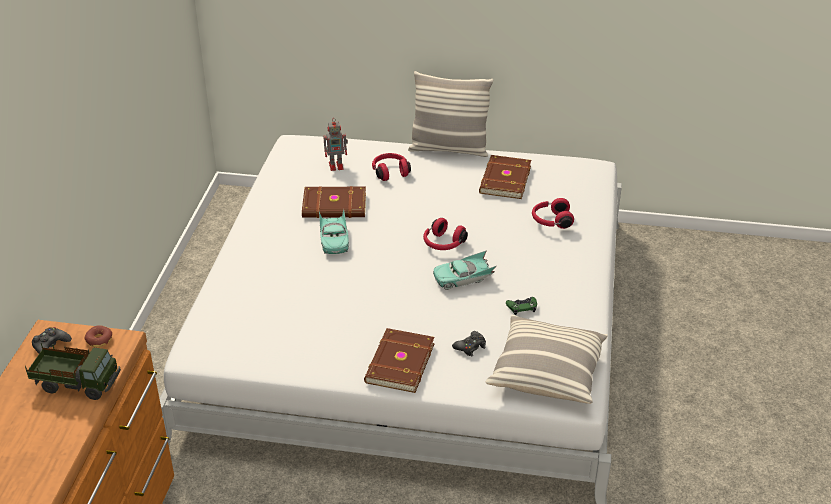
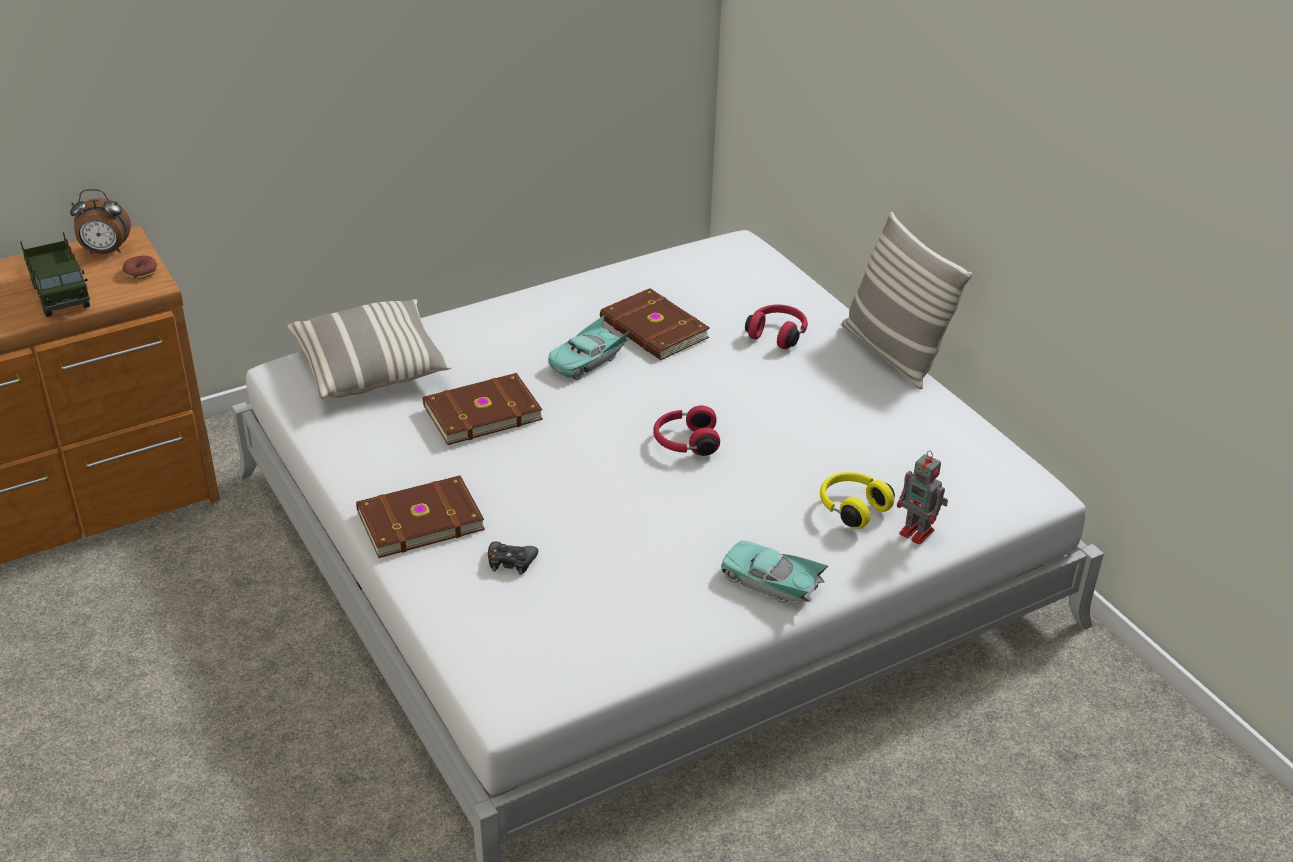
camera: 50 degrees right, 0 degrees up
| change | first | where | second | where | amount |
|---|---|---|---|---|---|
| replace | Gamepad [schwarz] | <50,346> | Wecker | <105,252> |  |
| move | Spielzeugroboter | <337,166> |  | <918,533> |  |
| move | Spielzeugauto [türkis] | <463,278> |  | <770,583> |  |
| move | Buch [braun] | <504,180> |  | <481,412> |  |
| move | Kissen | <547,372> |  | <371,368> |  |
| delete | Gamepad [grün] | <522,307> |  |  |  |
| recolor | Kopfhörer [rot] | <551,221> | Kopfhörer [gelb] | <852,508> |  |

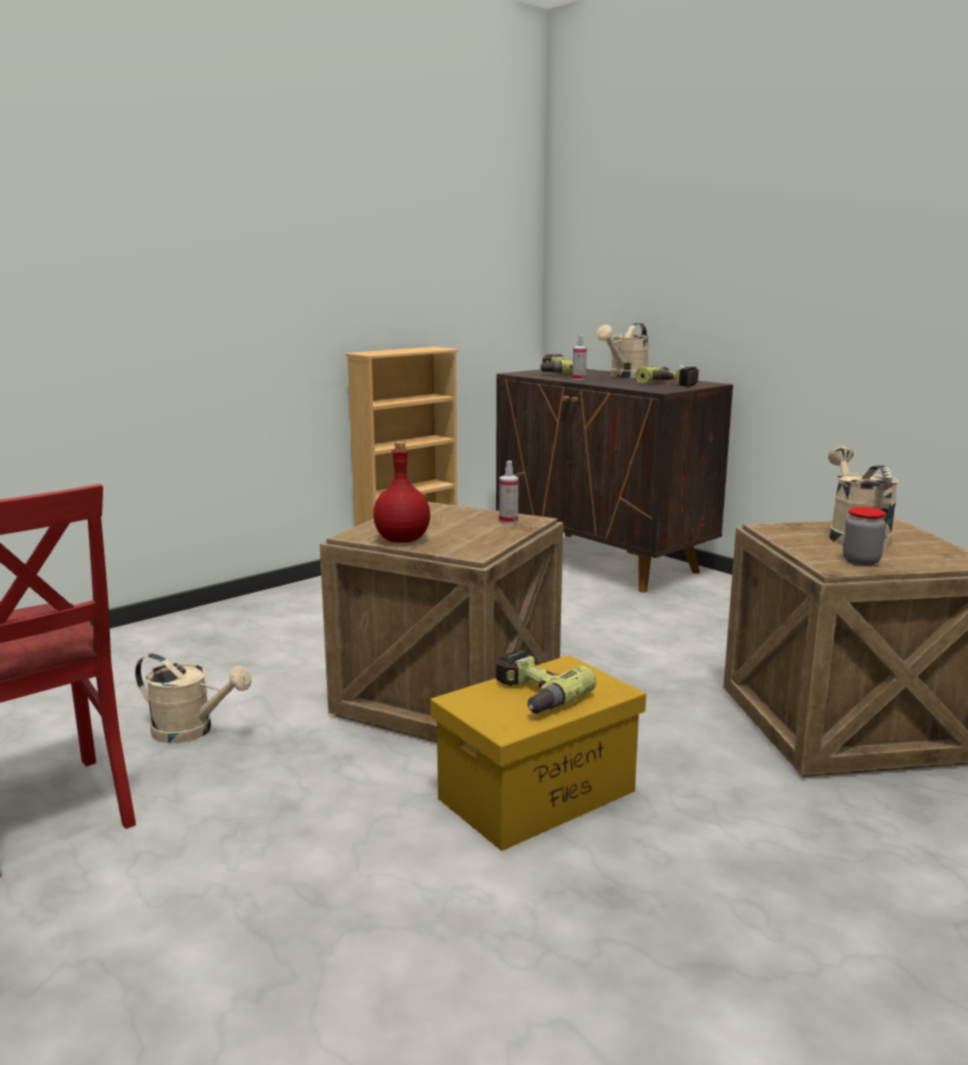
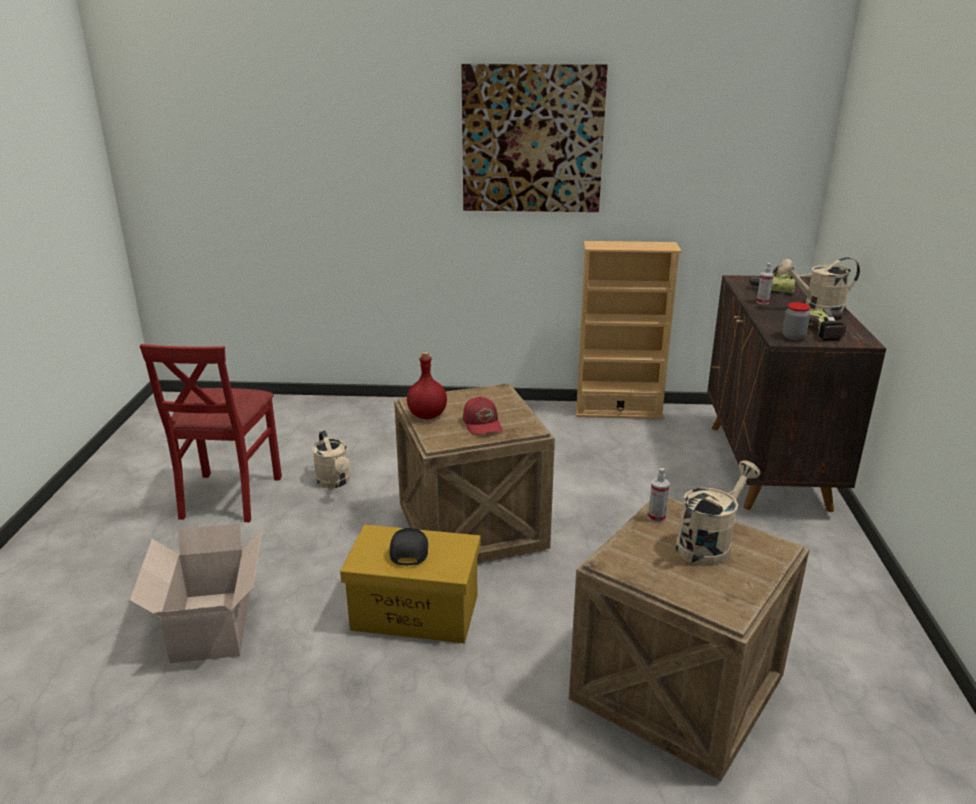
camera: 45 degrees right, 10 degrees up
| change | first | where | second | where | amount |
|---|---|---|---|---|---|
| replace | Bohrmaschine | <532,695> | Kappe [schwarz] | <408,550> |  |
| move | Sprühflasche | <508,521> |  | <656,517> |  |
| move | Vorratsglas | <861,561> |  | <793,337> |  |
| insert |  |  | Karton | <210,628> |  |
| insert |  |  | Bild | <532,139> |  |
| insert |  |  | Kappe [rot] | <483,424> |  |

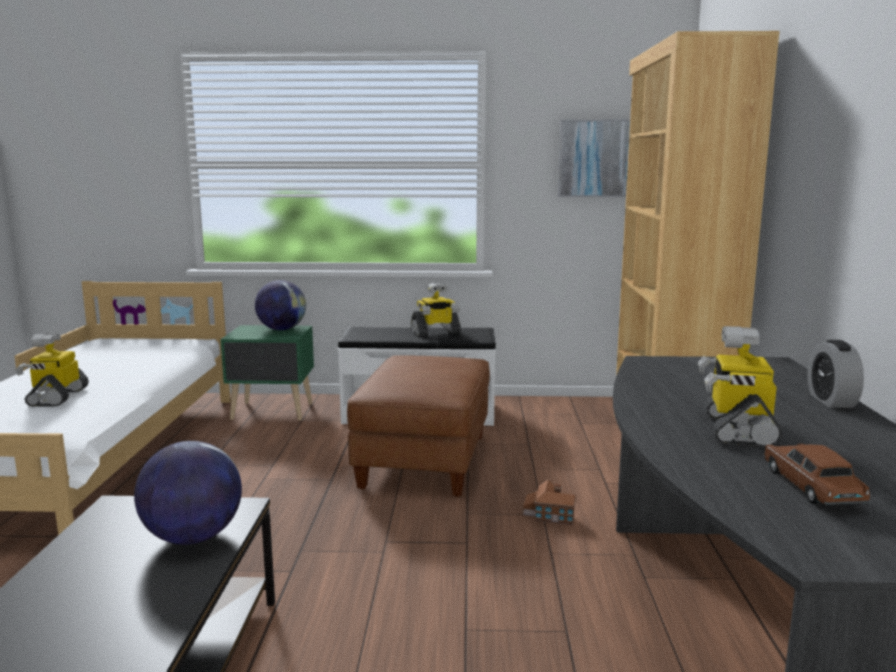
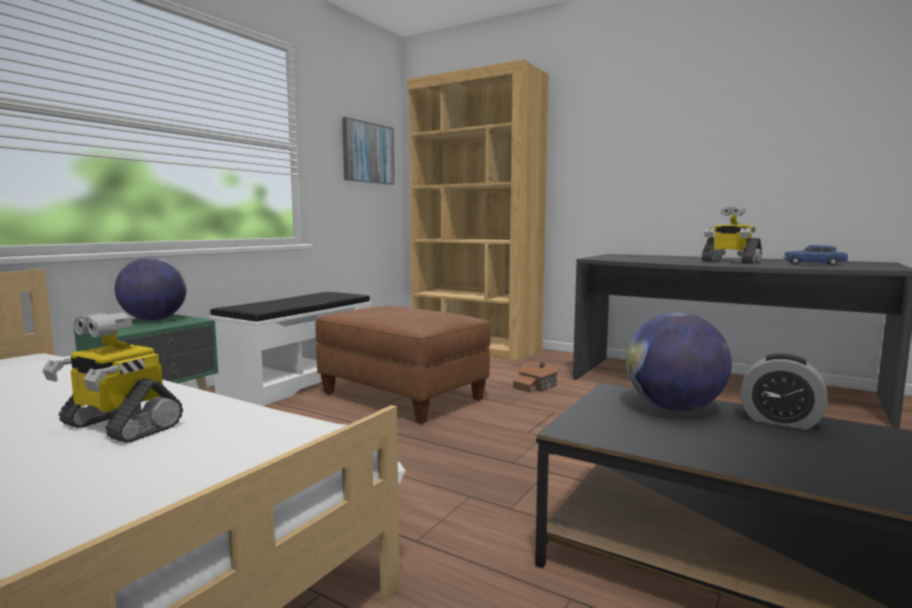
camera: 60 degrees left, 5 degrees down
| change | first | where | second | where | amount |
|---|---|---|---|---|---|
| delete | Spielzeugroboter | <435,333> |  |  |  |
| recolor | Spielzeugauto [braun] | <811,488> | Spielzeugauto [blau] | <814,264> |  |
| move | Wecker | <831,401> |  | <780,421> |  |

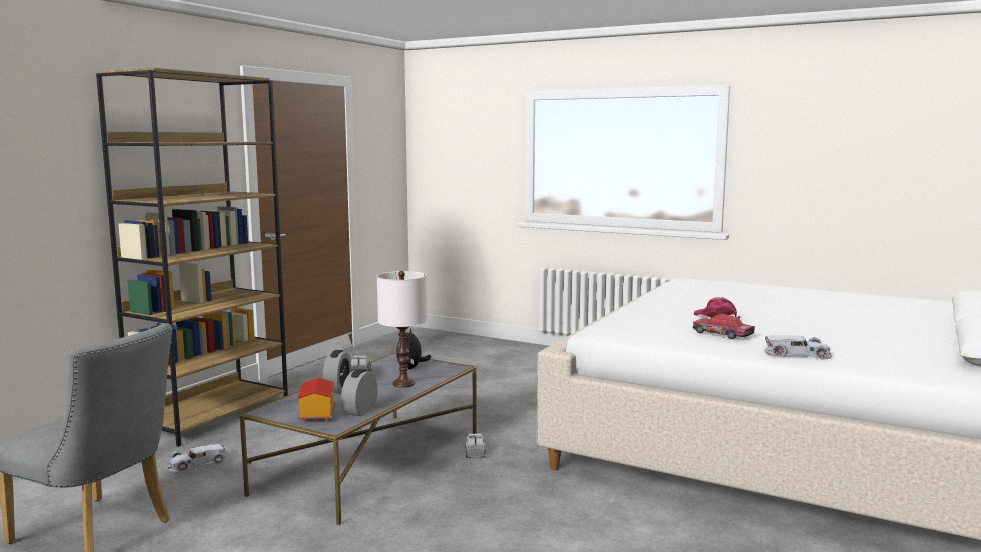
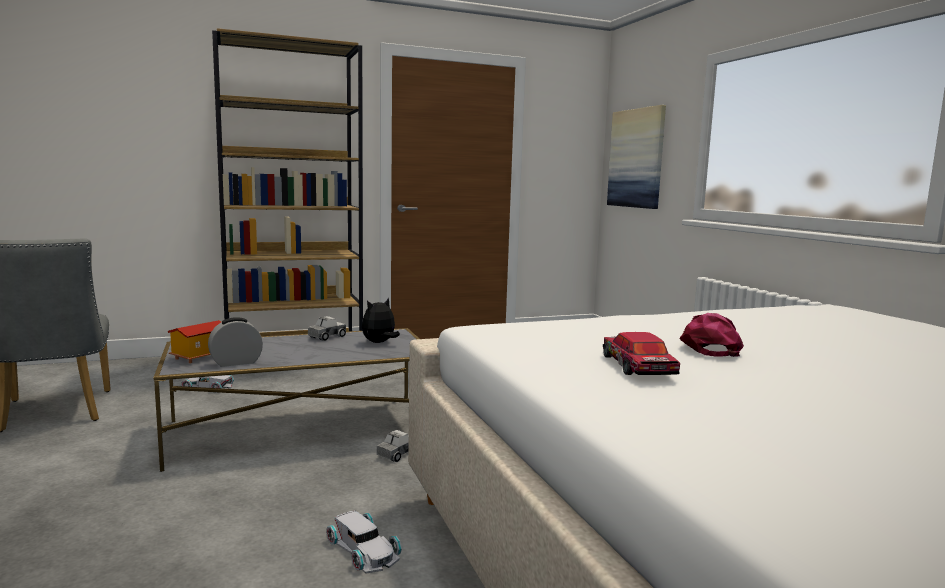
camera: 40 degrees right, 0 degrees up
| change | first | where | second | where | amount |
|---|---|---|---|---|---|
| delete | Wecker | <338,388> |  |  |  |
| delete | Tischlampe [weiß] | <403,384> |  |  |  |
| move | Spielzeugauto [weiß] | <797,354> |  | <362,549> |  |
| insert |  |  | Bild | <636,158> |  |

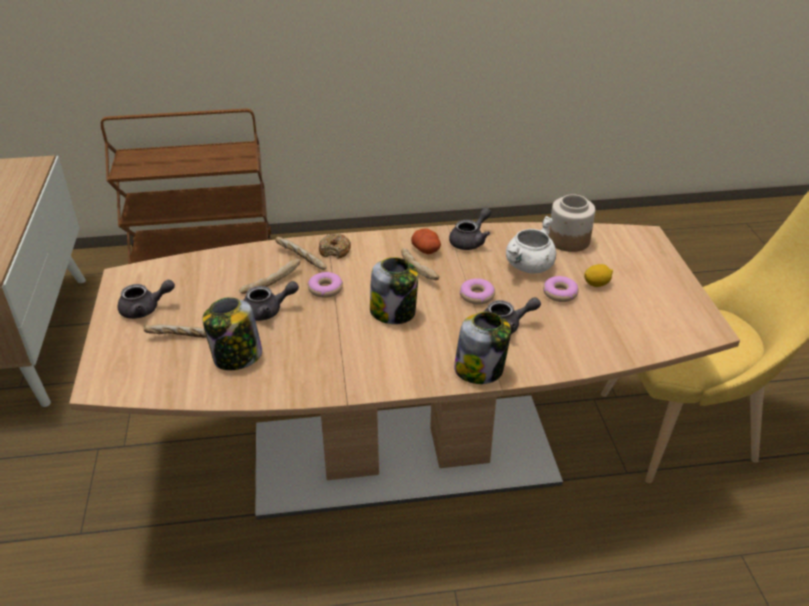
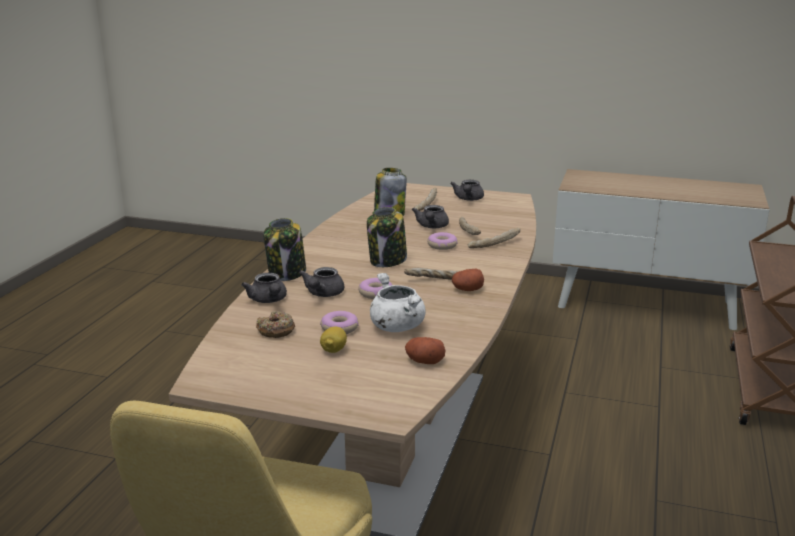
camera: 115 degrees right, 15 degrees down
| change | first | where | second | where | amount |
|---|---|---|---|---|---|
| move | Donut | <335,251> |  | <276,330> |  |
| move | Teekanne [grau] | <470,241> |  | <268,300> |  |
| replace | Vorratsglas | <568,240> | Kartoffel | <424,361> |  |

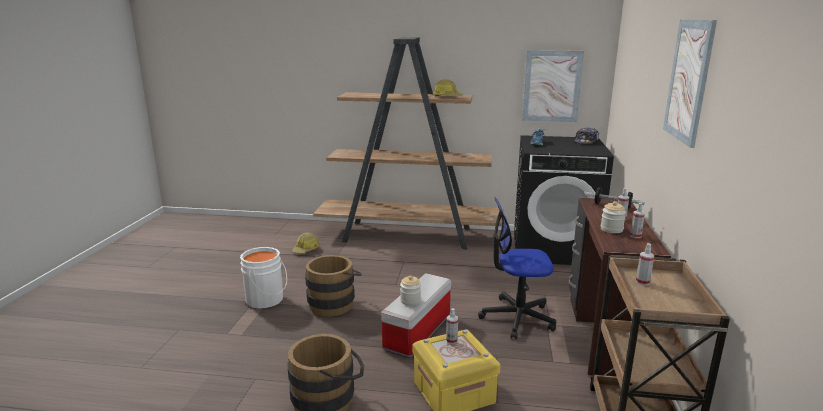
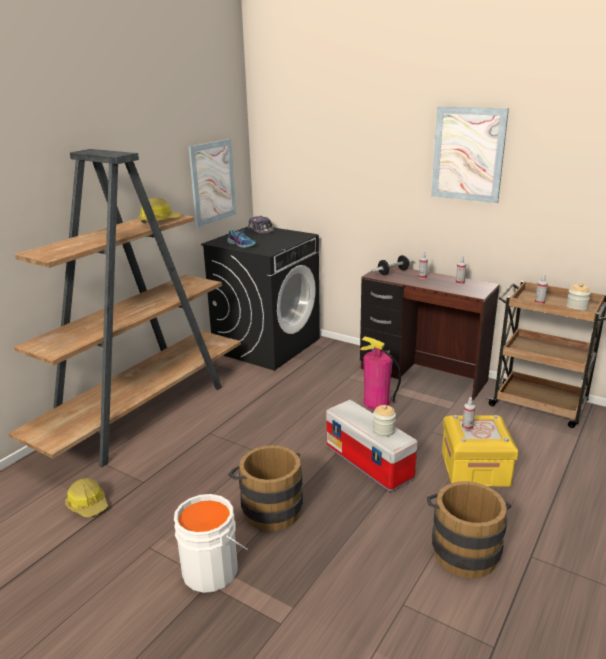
camera: 65 degrees left, 5 degrees up
| change | first | where | second | where | amount |
|---|---|---|---|---|---|
| replace | Bürostuhl | <517,317> | Feuerlöscher | <376,403> |  |
| move | Vorratsglas | <611,229> |  | <576,308> |  |

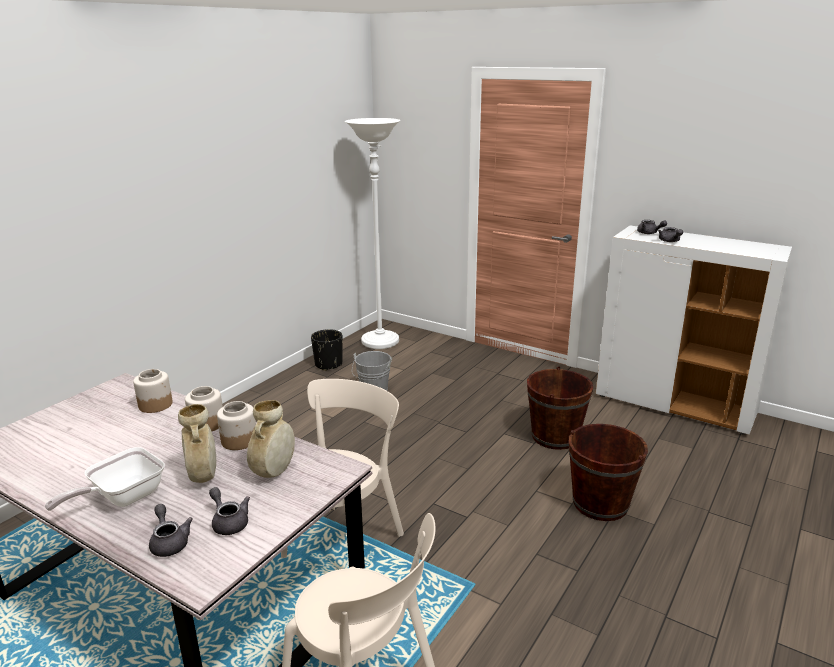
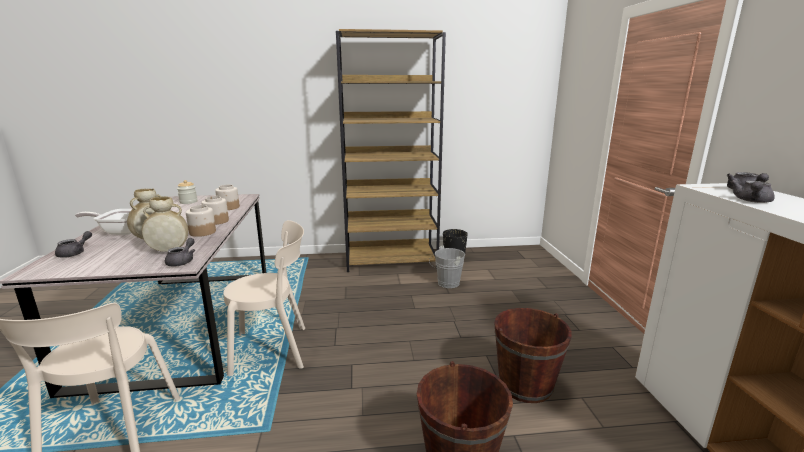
camera: 50 degrees right, 5 degrees down
| change | first | where | second | where | amount |
|---|---|---|---|---|---|
| move | Teekanne [grau] | <229,522> |  | <182,261> |  |
| delete | Stehlampe [weiß] | <380,342> |  |  |  |
| insert |  |  | Vorratsglas | <188,202> |  |
| insert |  |  | Bücherregal [braun] | <391,260> |  |

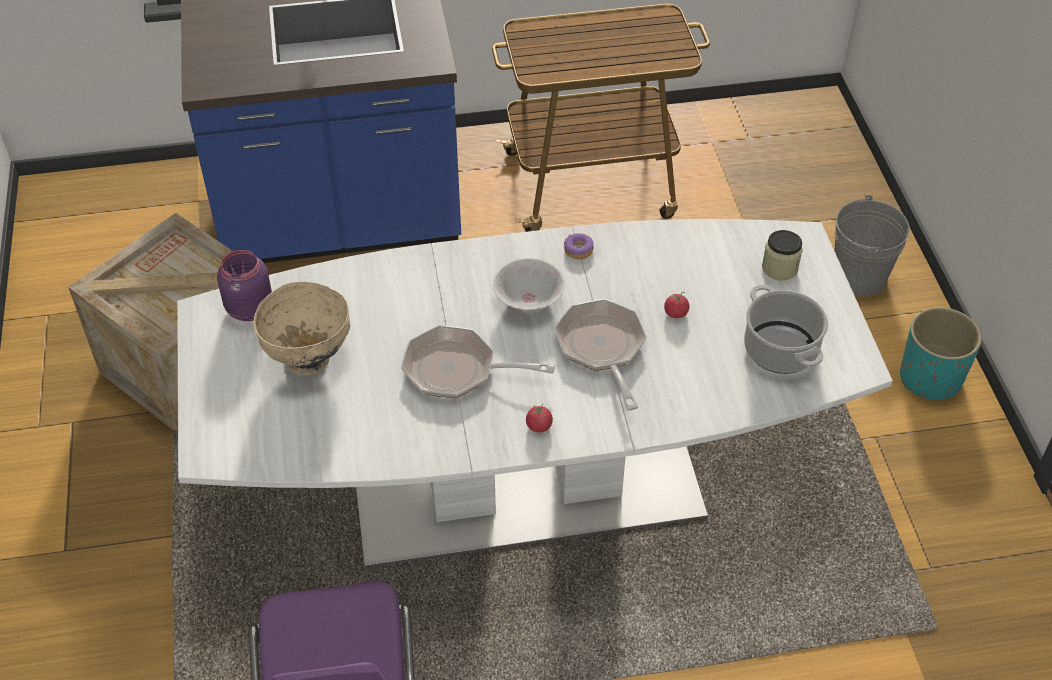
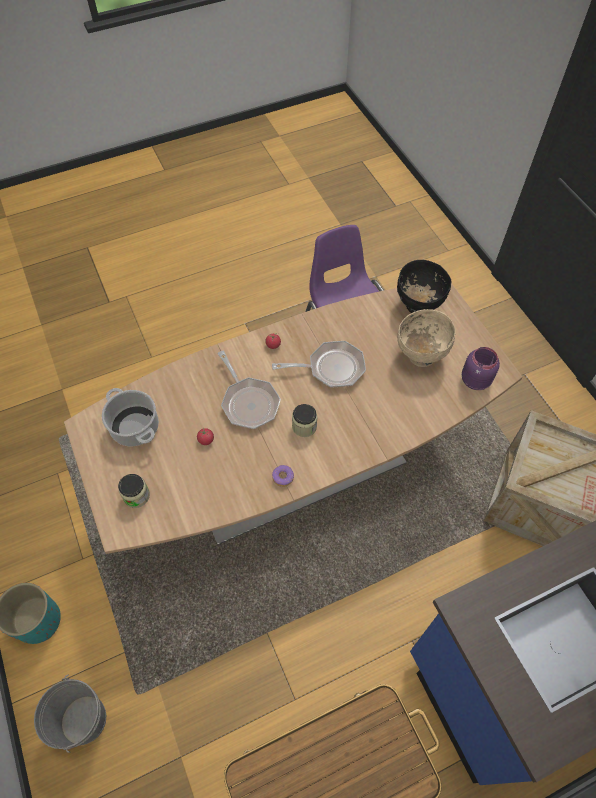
camera: 165 degrees right, 10 degrees up
| change | first | where | second | where | amount |
|---|---|---|---|---|---|
| recolor | Esstisch [weiß] | <524,486> | Esstisch [braun] | <298,468> |  |
| replace | Schüssel [weiß] | <529,301> | Vorratsglas | <304,426> |  |
| insert |  |  | Schüssel [schwarz] | <418,306> |  |

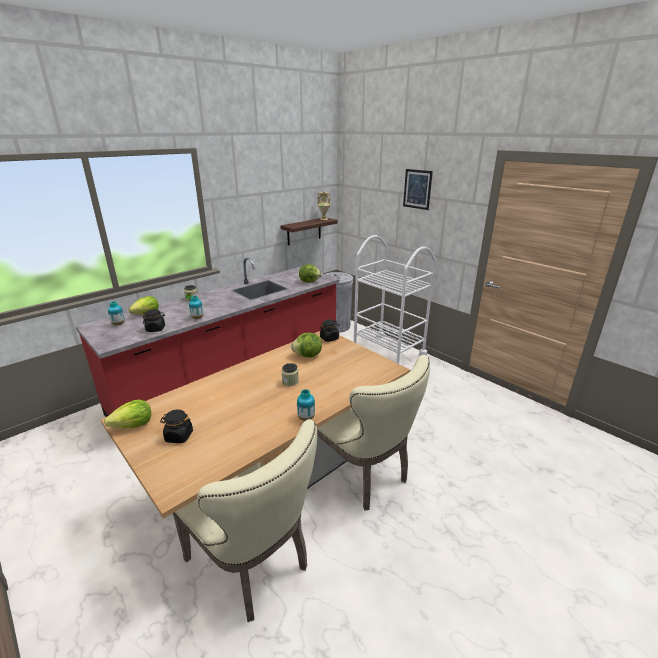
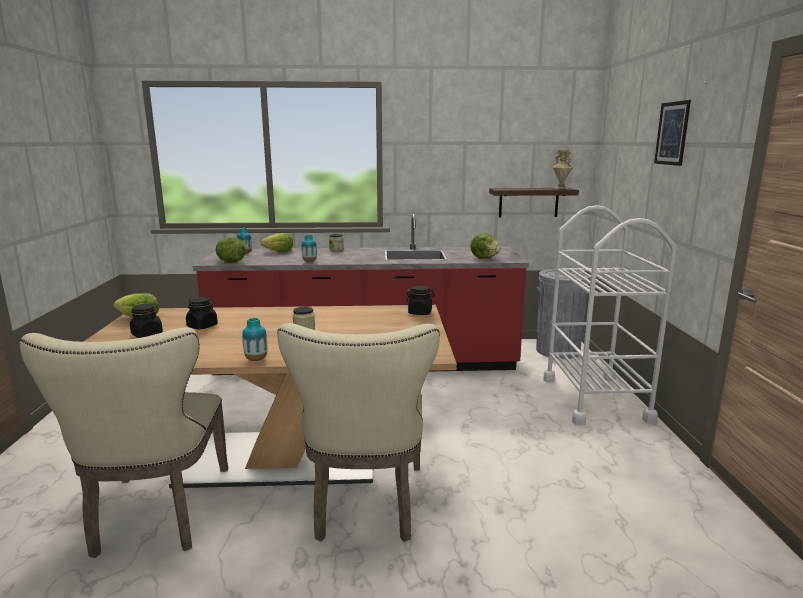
camera: 40 degrees right, 10 degrees down
| change | first | where | second | where | amount |
|---|---|---|---|---|---|
| move | Vorratsglas [schwarz] | <156,329> |  | <202,326> |  |
| move | Salatkopf | <307,356> |  | <230,262> |  |

